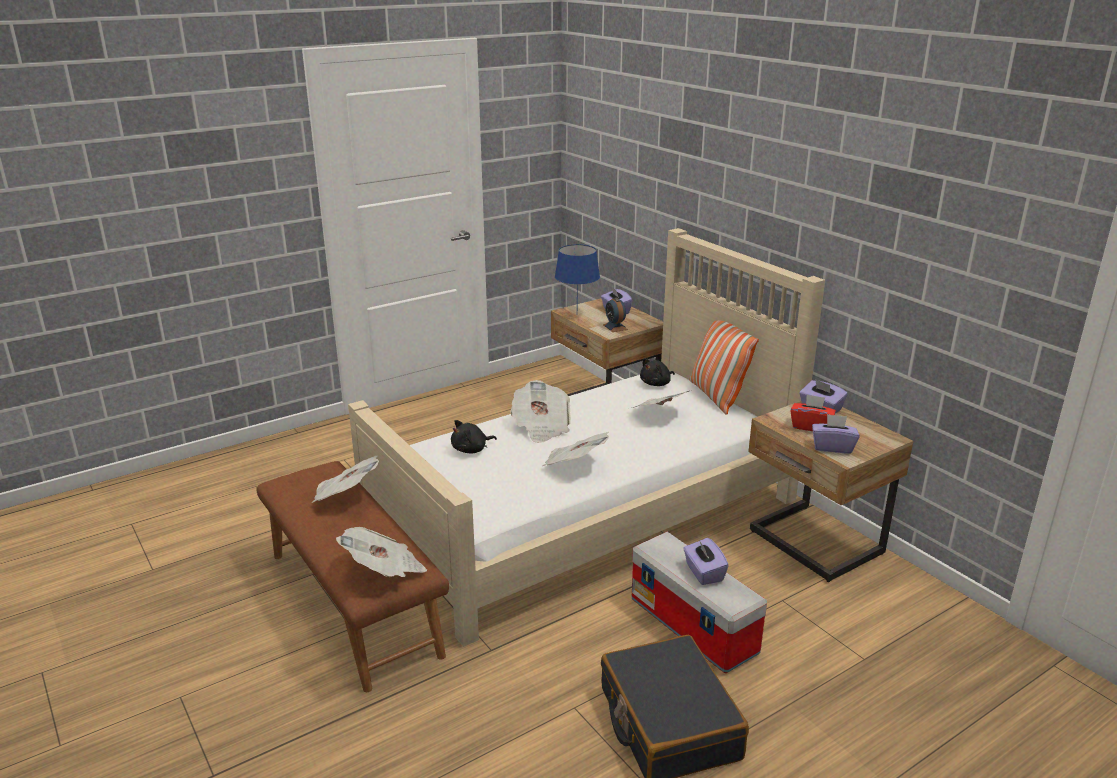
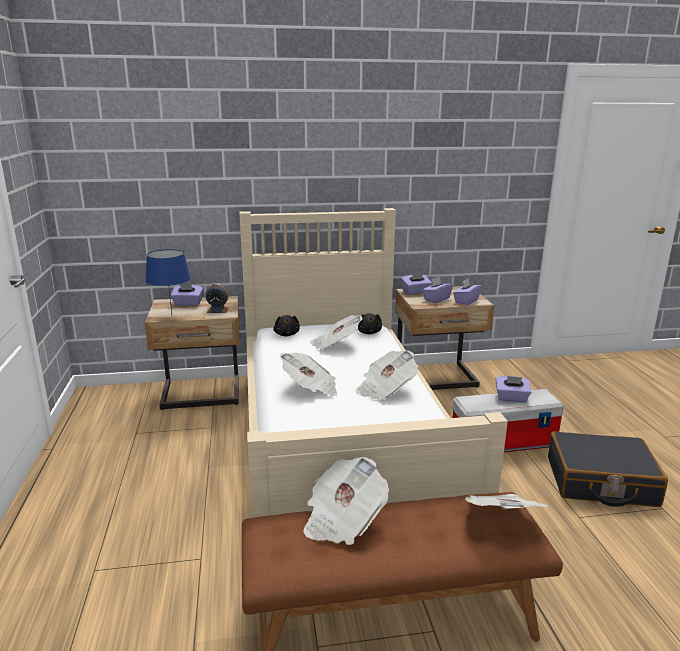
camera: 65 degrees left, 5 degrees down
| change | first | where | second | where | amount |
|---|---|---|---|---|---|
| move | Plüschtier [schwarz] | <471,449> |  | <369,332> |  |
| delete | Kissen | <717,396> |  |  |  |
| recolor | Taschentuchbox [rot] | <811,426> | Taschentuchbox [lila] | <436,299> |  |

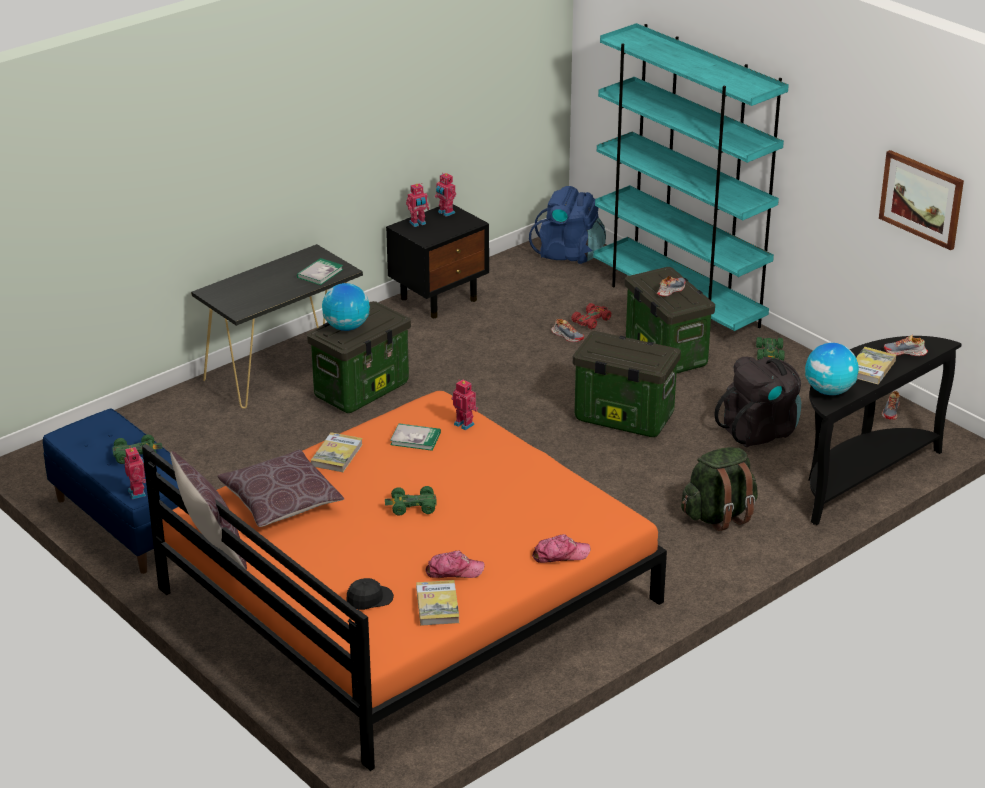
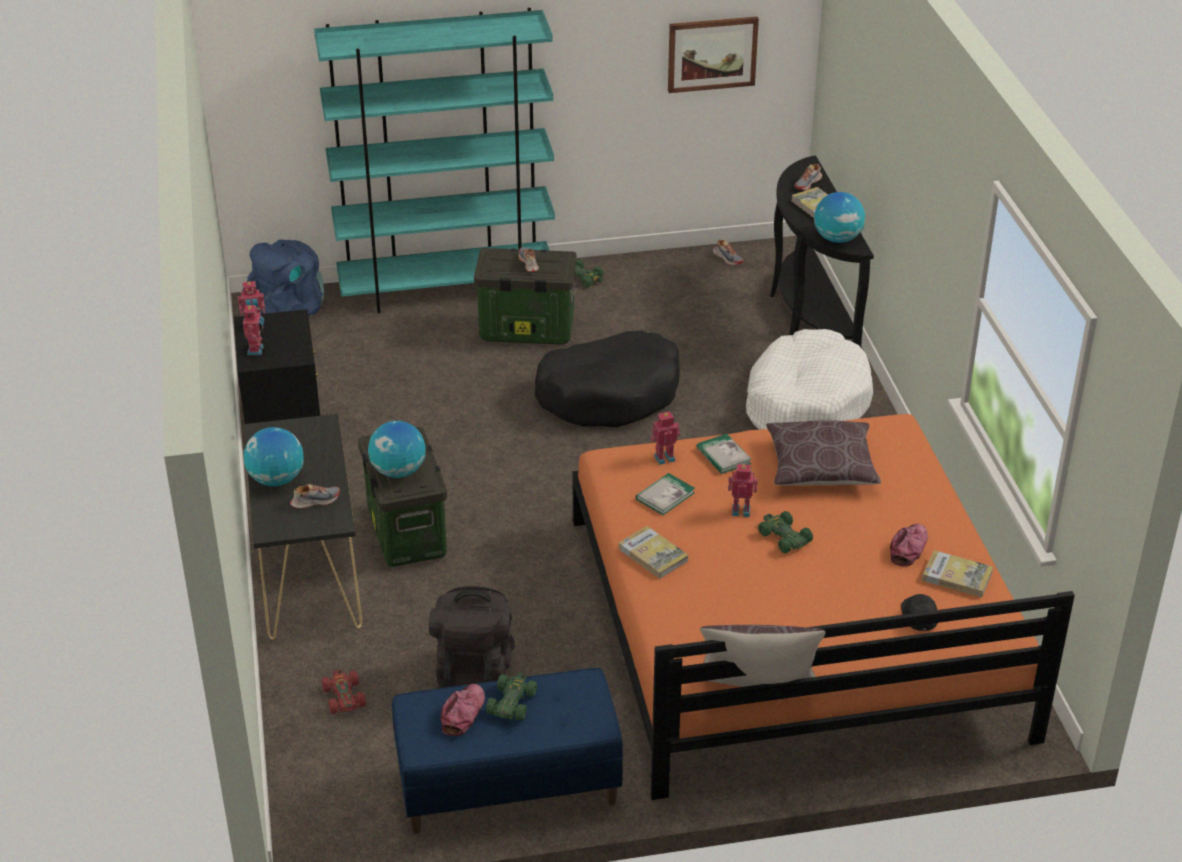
camera: 60 degrees left, 5 degrees up
| change | first | where | second | where | amount |
|---|---|---|---|---|---|
| move | Spielzeugroboter | <138,493> |  | <741,510> |  |
| move | Kissen [braun] | <281,502> |  | <821,467> |  |
| move | Buch | <320,273> |  | <723,456> |  |
| rotate | Spielzeugauto [grün] | <412,506> |  | <784,537> | 120 degrees clockwise |
| move | Kappe | <560,554> |  | <462,713> |  |
| move | Schuh | <567,336> |  | <315,501> |  |
| move | Spielzeugauto [rot] | <591,320> |  | <343,696> |  |
| replace | Aufbewahrungsbox | <622,418> | Hundebett [schwarz] | <610,394> |  |
| replace | Rucksack [grün] | <719,515> | Hundebett [weiß] | <806,402> |  |
| move | Rucksack [schwarz] | <760,431> |  | <474,675> |  |
| insert |  |  | Globus | <276,480> |  |

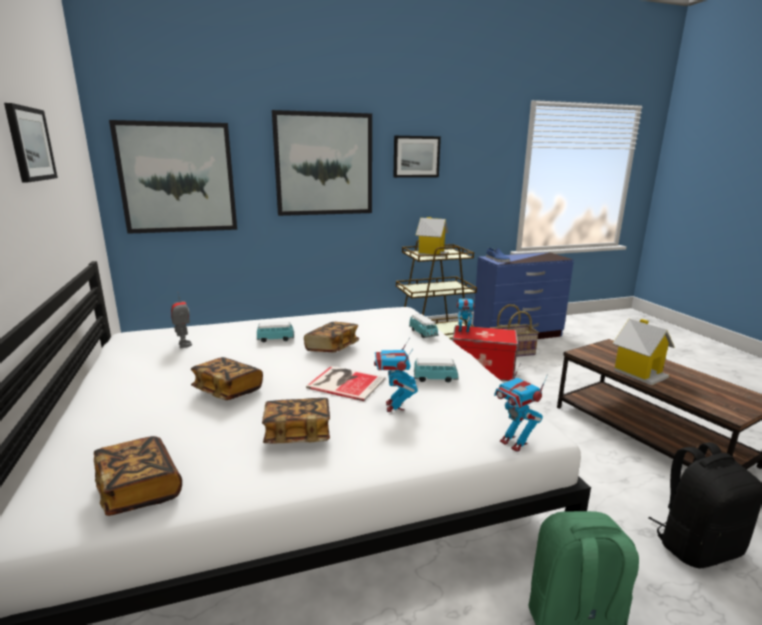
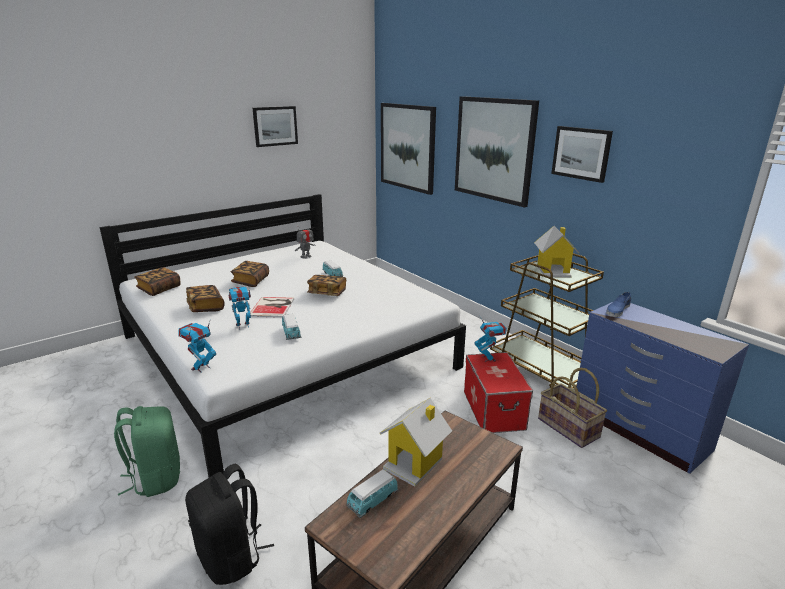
camera: 70 degrees right, 5 degrees up
| change | first | where | second | where | amount |
|---|---|---|---|---|---|
| move | Spielzeugauto | <423,333> |  | <372,501> |  |

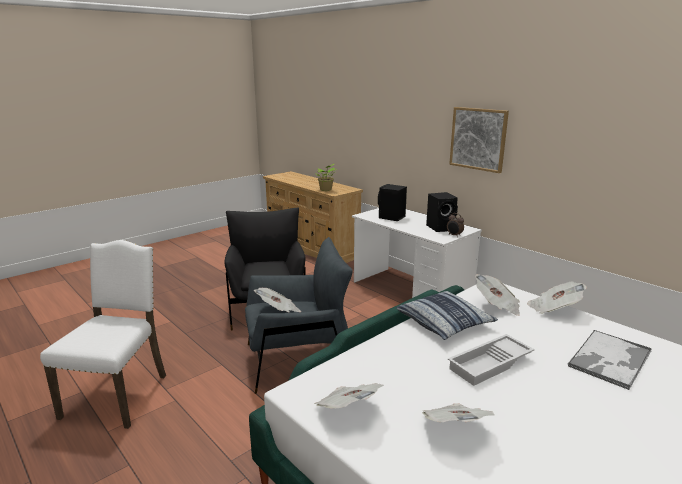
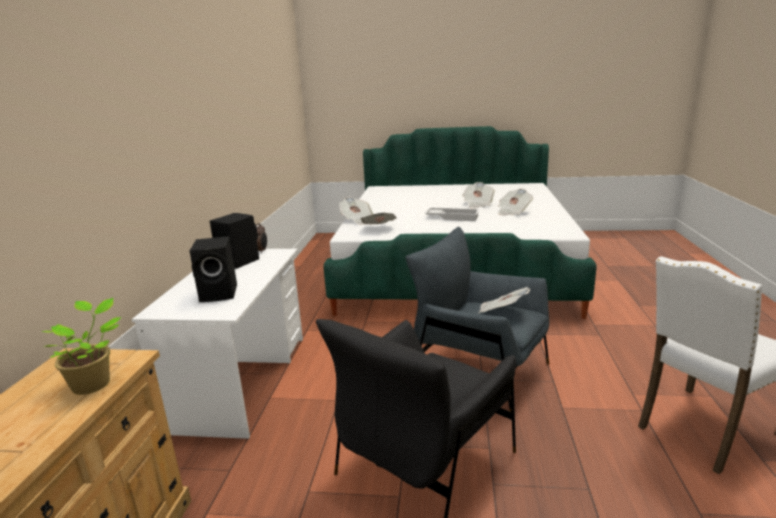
camera: 130 degrees left, 0 degrees up
| change | first | where | second | where | amount |
|---|---|---|---|---|---|
| move | Zeitung | <348,409> |  | <478,204> |  |
| delete | Kissen | <445,323> |  |  |  |
| delete | Bild | <478,139> |  |  |  |
| delete | Tablett | <609,359> |  |  |  |

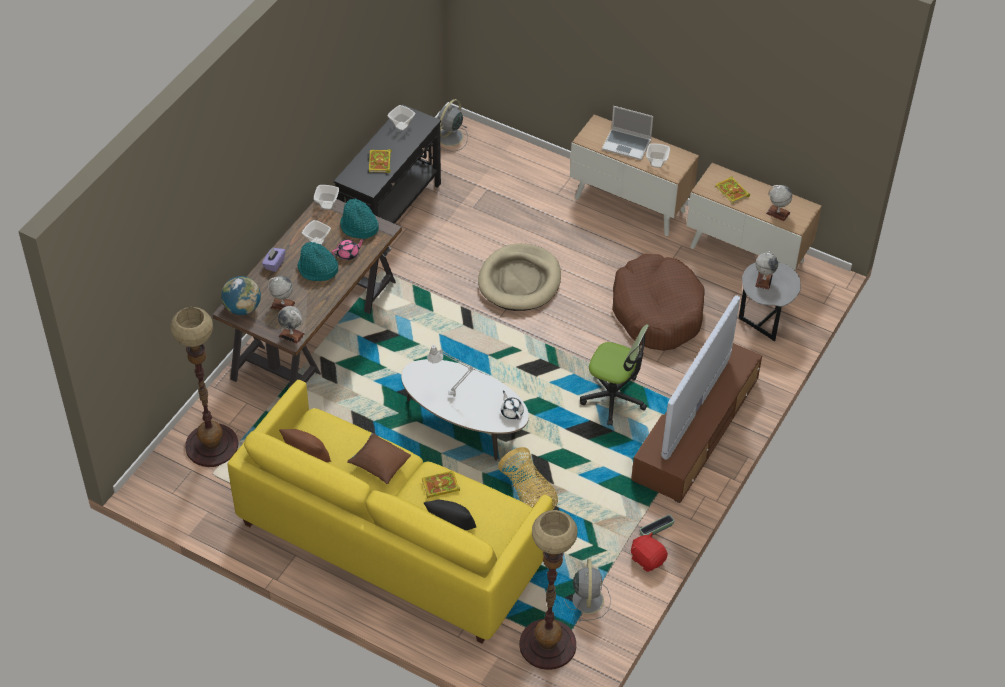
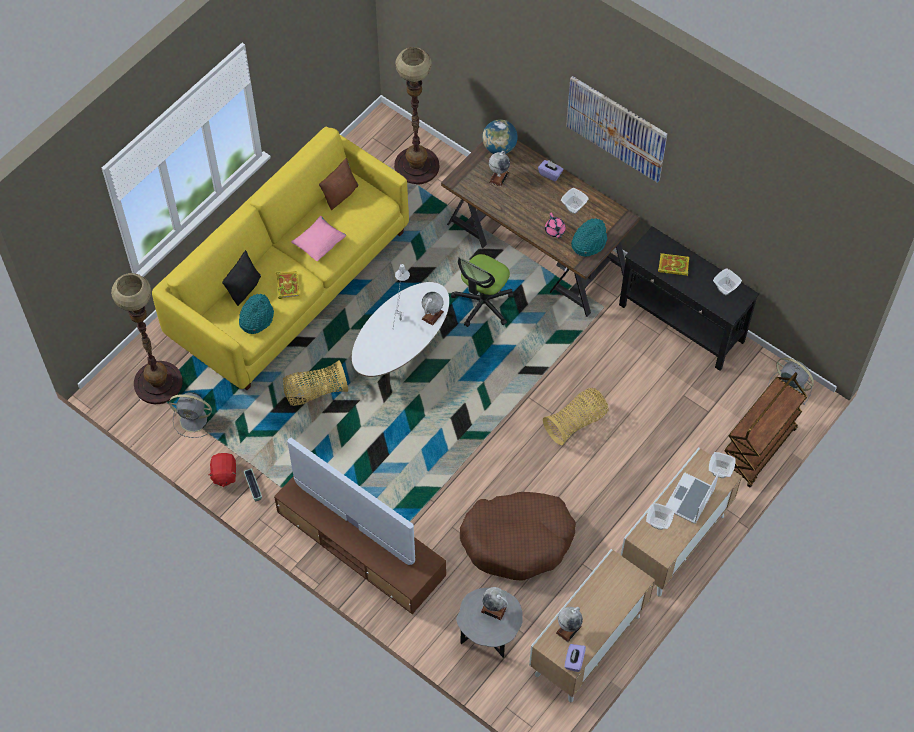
camera: 100 degrees right, 10 degrees up
| change | first | where | second | where | amount |
|---|---|---|---|---|---|
| move | Globus | <291,335> |  | <432,315> |  |
| move | Hut [türkis] | <317,270> |  | <256,318> |  |
| move | Schüssel | <328,205> |  | <720,473> |  |
| recolor | Kissen [braun] | <379,465> | Kissen [rosa] | <320,244> |  |
| replace | Hundebett [beige] | <520,281> | Korb | <576,422> |  |
| delete | Teekanne [weiß] | <511,412> |  |  |  |
| move | Bürostuhl | <613,398> |  | <482,304> |  |
| rotate | Plüschtier [rot] | <647,559> |  | <224,474> | 120 degrees clockwise |
| delete | Buch | <733,192> |  |  |  |
| insert |  |  | Taschentuchbox [lila] | <574,661> |  |
| insert |  |  | Bild | <616,128> |  |
| insert |  |  | Rollwagen [braun] | <758,449> |  |

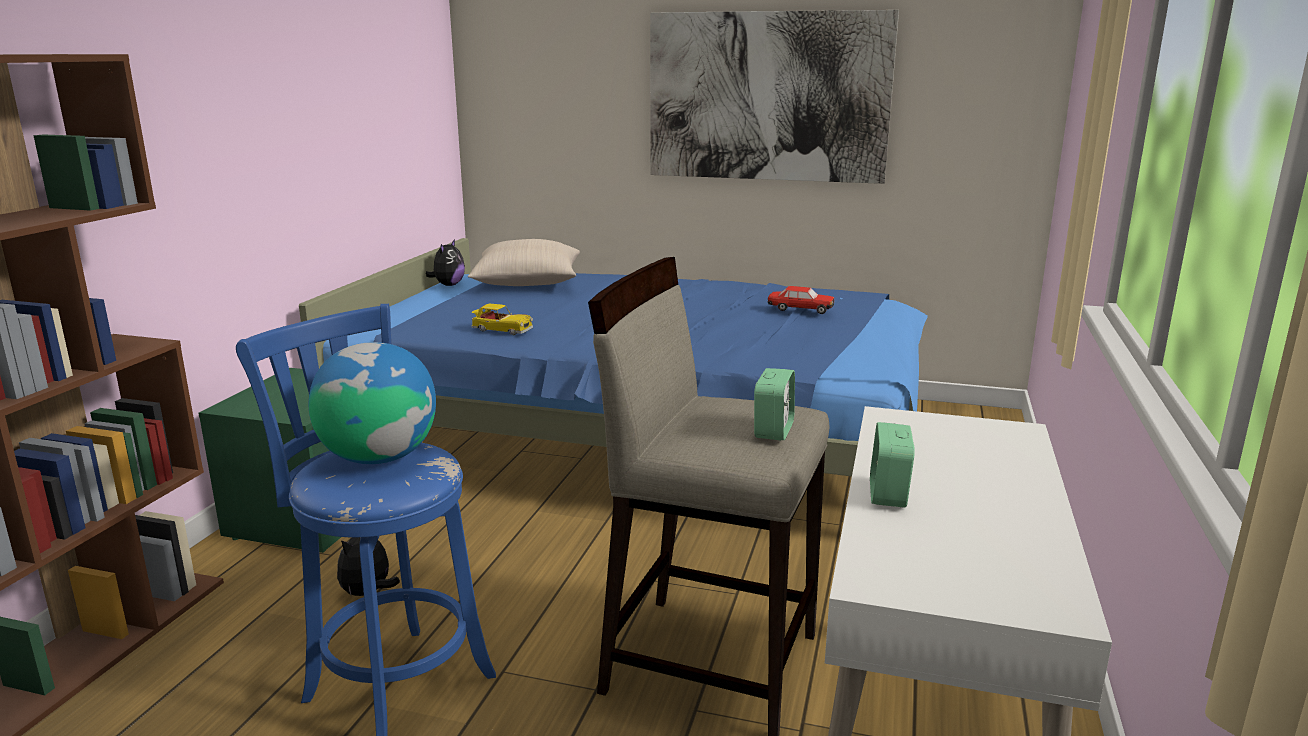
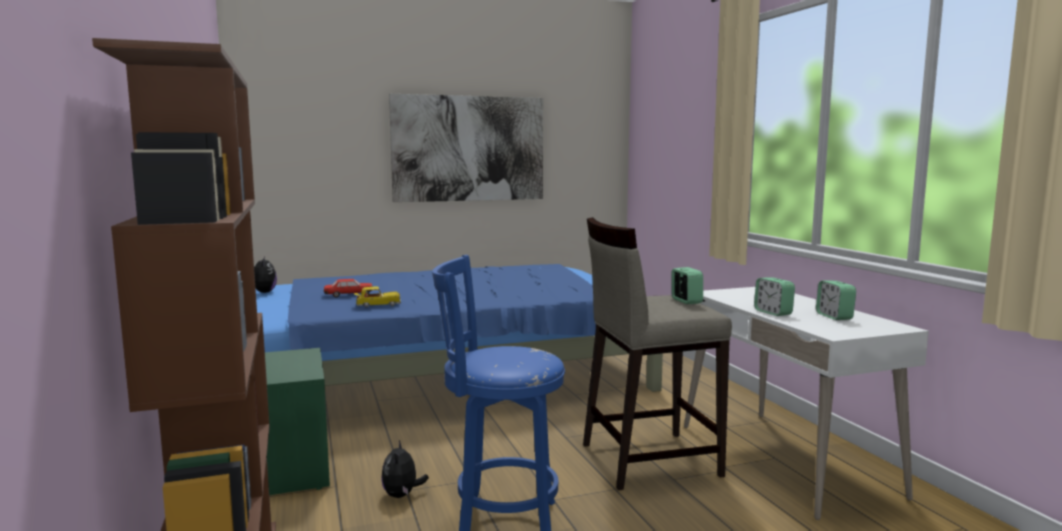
camera: 35 degrees left, 10 degrees down
| change | first | where | second | where | amount |
|---|---|---|---|---|---|
| delete | Globus | <379,457> |  |  |  |
| delete | Kissen [beige] | <527,282> |  |  |  |
| move | Spielzeugauto | <800,309> |  | <348,295> |  |
| insert |  |  | Wecker | <834,316> |  |

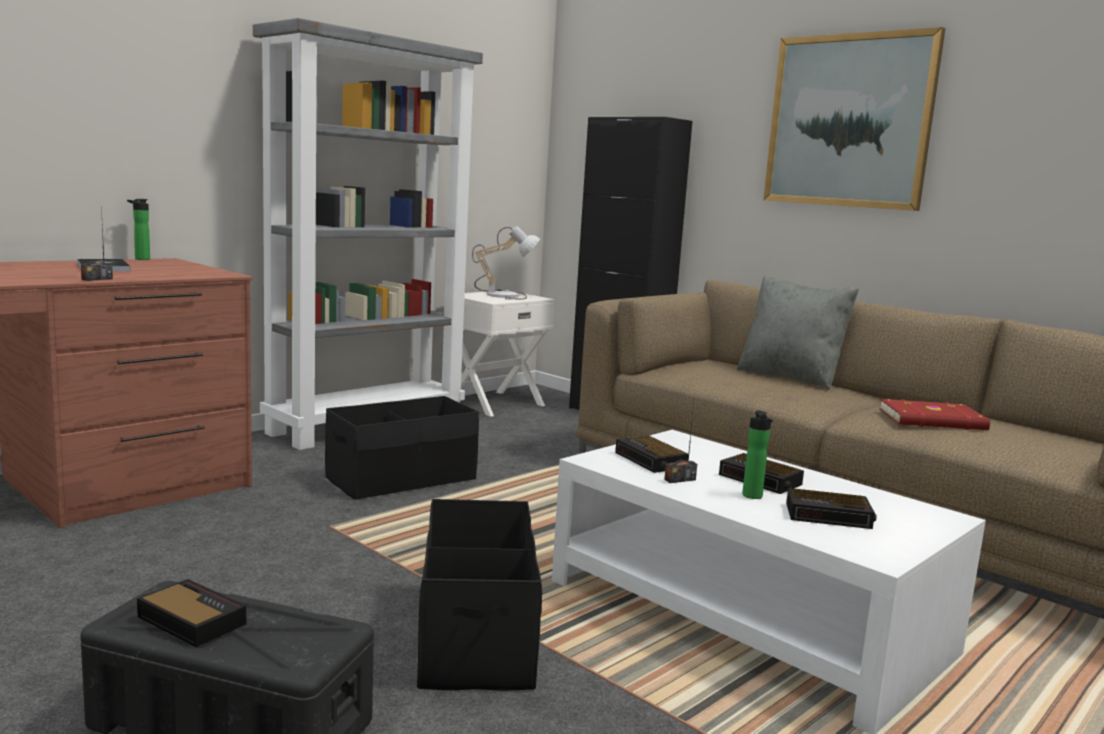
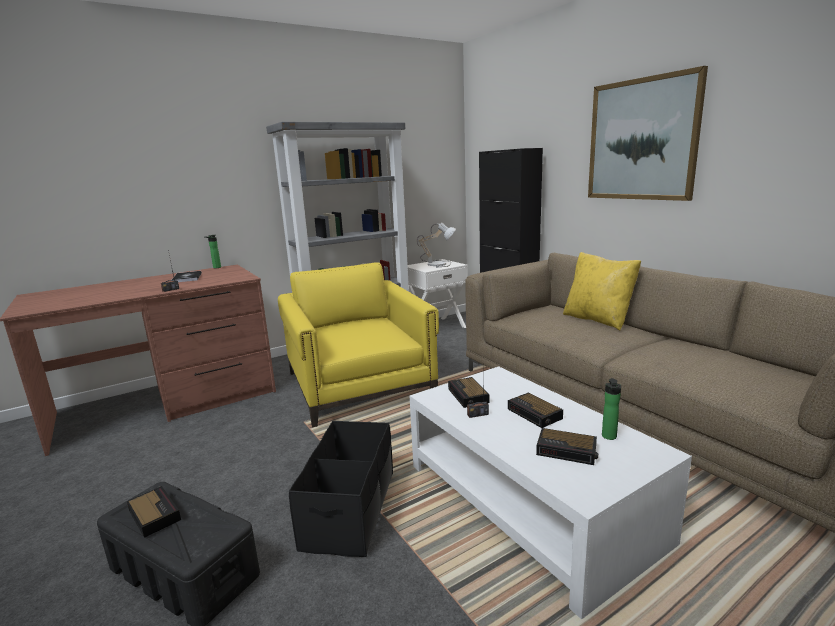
camera: 15 degrees right, 5 degrees up
| change | first | where | second | where | amount |
|---|---|---|---|---|---|
| replace | Aufbewahrungsbox [schwarz] | <402,479> | Sessel [gelb] | <359,385> |  |
| recolor | Kissen [grau] | <790,377> | Kissen [gelb] | <598,320> |  |
| move | Flasche | <753,497> |  | <609,437> |  |
| delete | Buch [rot] | <933,420> |  |  |  |

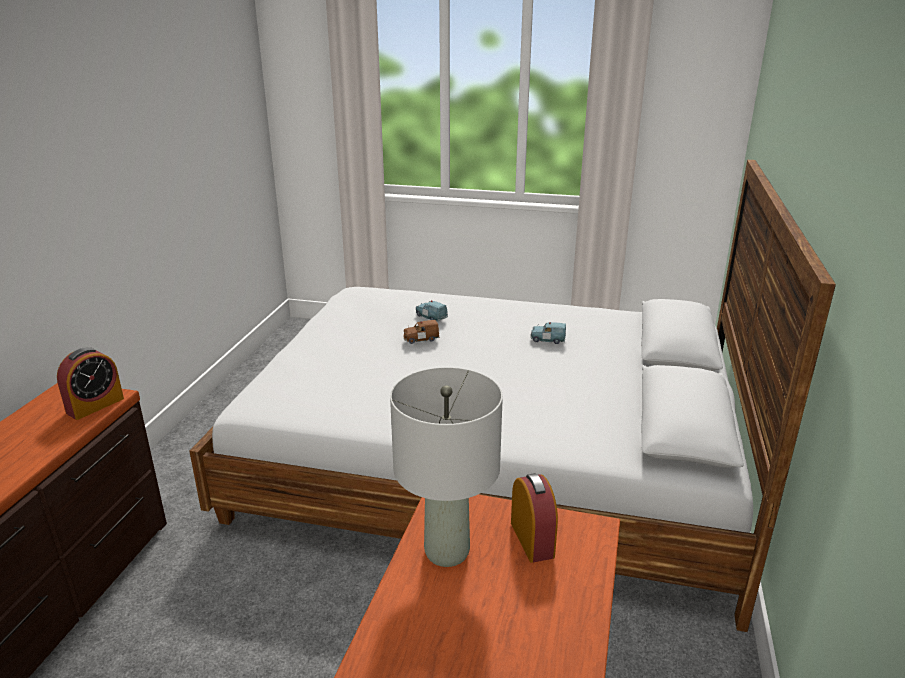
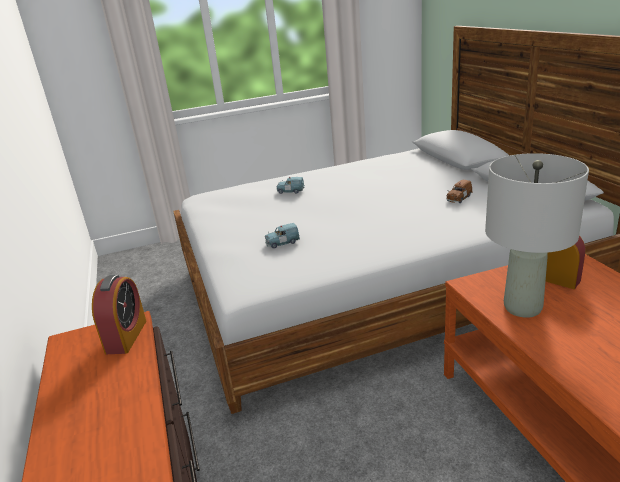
camera: 30 degrees left, 0 degrees up
| change | first | where | second | where | amount |
|---|---|---|---|---|---|
| move | Spielzeugauto [braun] | <421,339> |  | <458,198> |  |
| move | Spielzeugauto [blau] | <547,340> |  | <282,243> |  |

